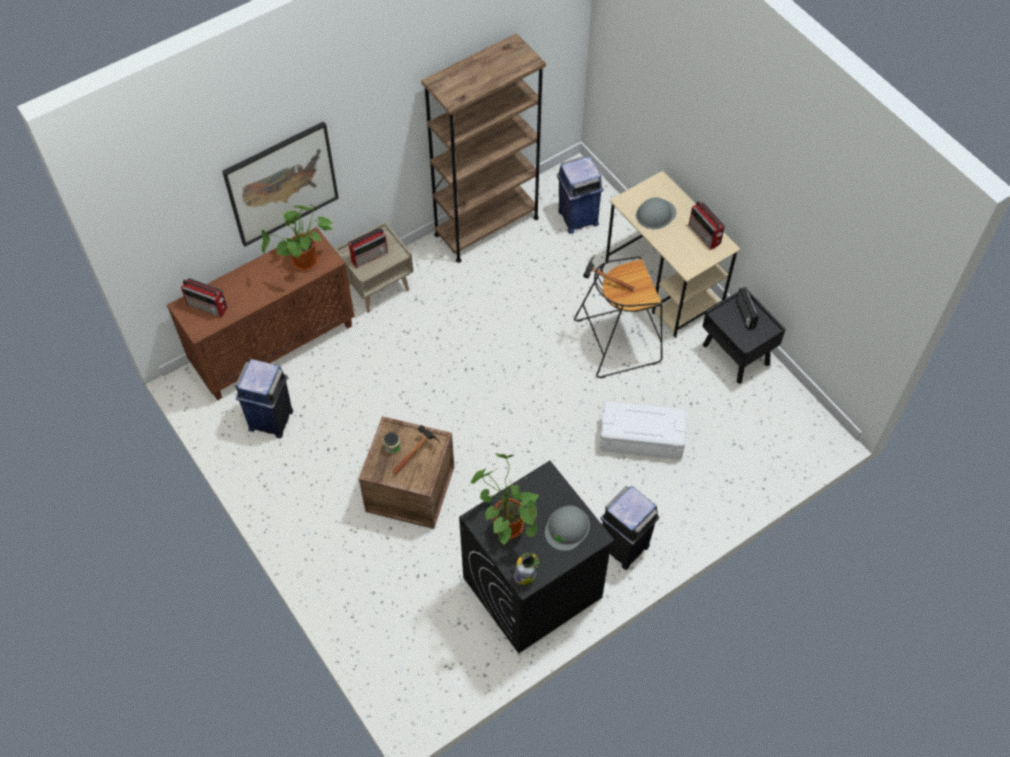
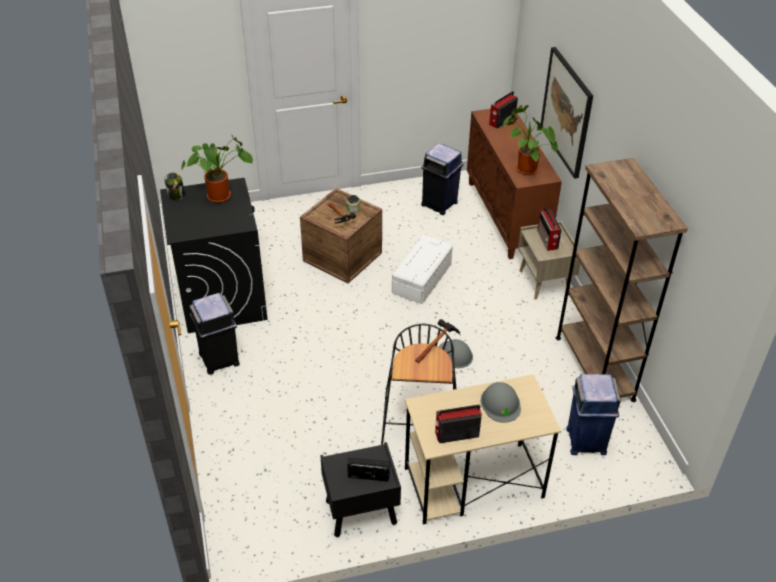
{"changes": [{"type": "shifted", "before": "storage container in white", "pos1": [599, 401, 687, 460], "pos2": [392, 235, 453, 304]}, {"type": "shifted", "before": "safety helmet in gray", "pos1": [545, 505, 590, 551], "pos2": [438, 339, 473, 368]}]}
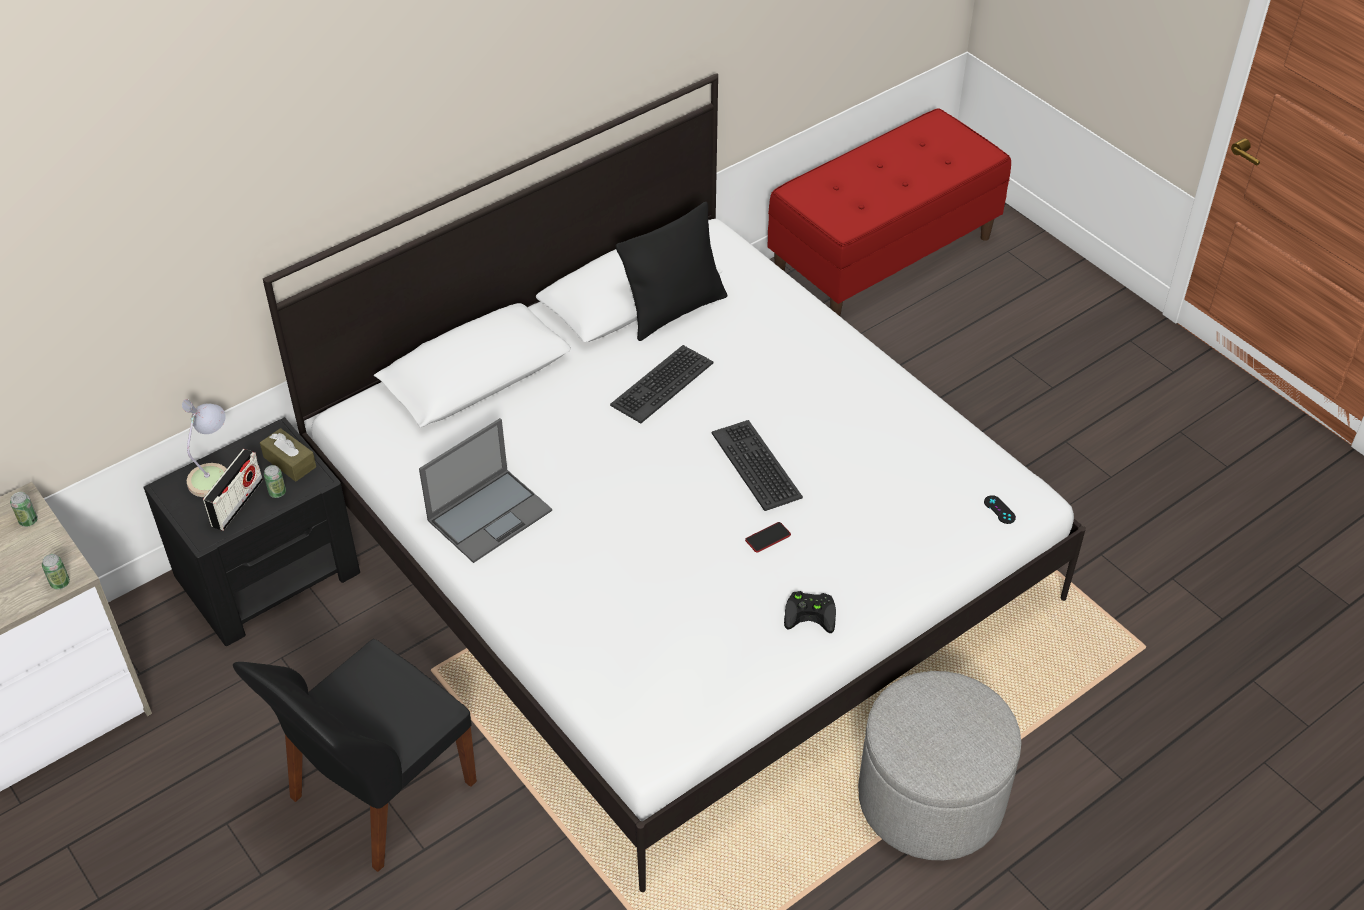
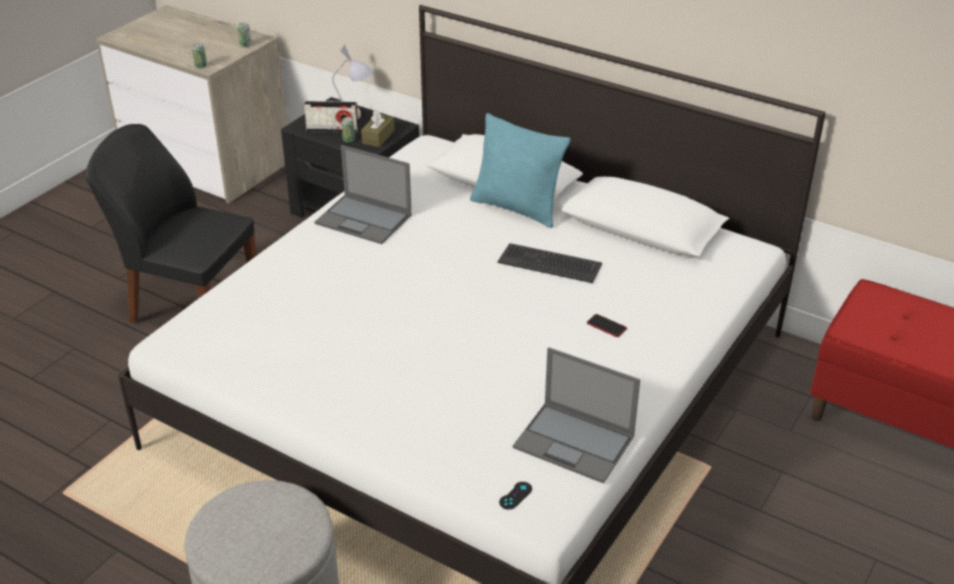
{"changes": [{"type": "gone", "before": "cushion in blackish", "pos1": [616, 202, 728, 341]}, {"type": "gone", "before": "PC keyboard", "pos1": [711, 420, 803, 511]}, {"type": "shifted", "before": "phone", "pos1": [745, 522, 791, 553], "pos2": [587, 314, 627, 337]}, {"type": "gone", "before": "joypad in blackish", "pos1": [784, 591, 836, 633]}, {"type": "new", "after": "cushion in blue-green", "pos2": [470, 113, 571, 228]}, {"type": "new", "after": "laptop", "pos2": [513, 347, 640, 484]}]}
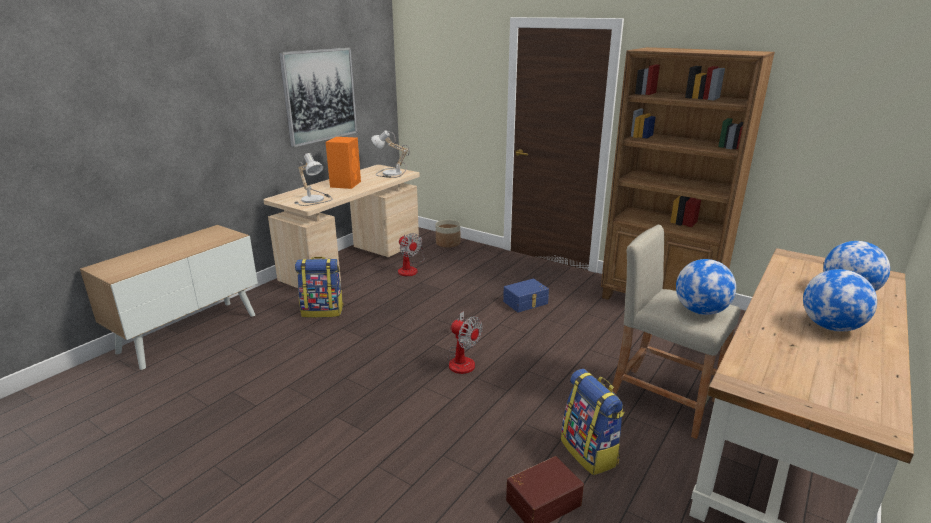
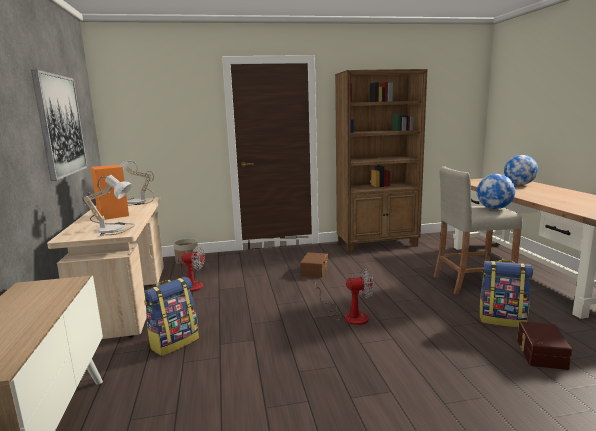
{"changes": [{"type": "gone", "before": "world globe", "pos1": [803, 269, 877, 332]}, {"type": "repainted", "before": "storage container in bluish", "after": "storage container in brown-coloured", "pos1": [503, 279, 549, 312], "pos2": [300, 253, 328, 278]}]}
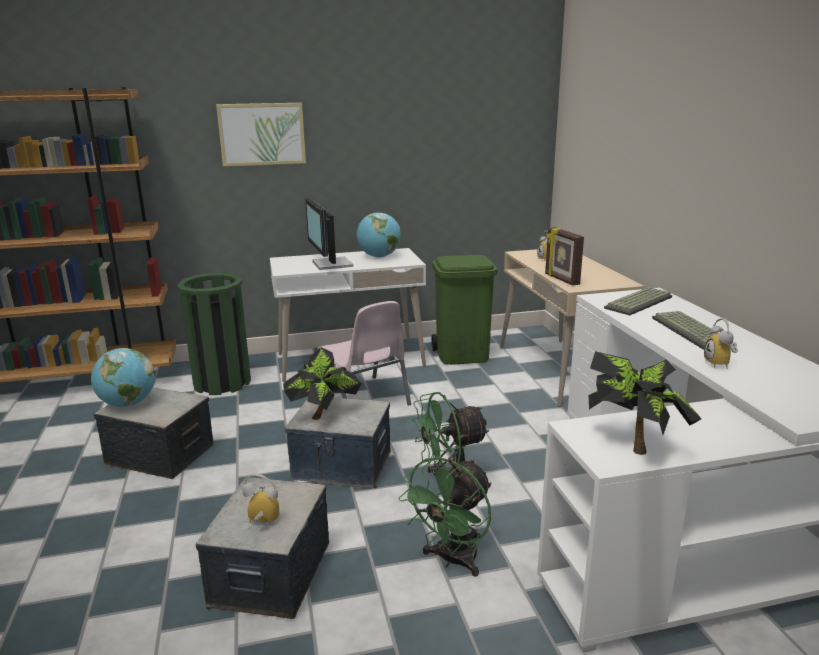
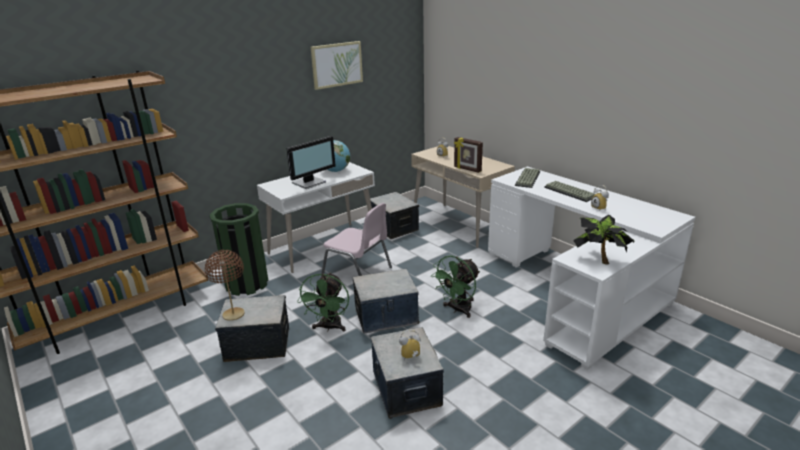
{"changes": [{"type": "shifted", "before": "picture", "pos1": [216, 103, 306, 167], "pos2": [311, 41, 363, 90]}, {"type": "rotated", "before": "computer display", "pos1": [305, 198, 353, 270], "pos2": [287, 136, 336, 189], "turn": -90}, {"type": "swapped", "before": "trash can in green", "after": "storage container", "pos1": [431, 255, 497, 365], "pos2": [370, 192, 419, 239]}, {"type": "gone", "before": "plant in a pot", "pos1": [283, 347, 361, 420]}, {"type": "swapped", "before": "world globe", "after": "table lamp in brown-coloured", "pos1": [91, 348, 155, 407], "pos2": [205, 250, 245, 321]}, {"type": "shifted", "before": "fan in green", "pos1": [399, 457, 491, 577], "pos2": [297, 272, 349, 332]}]}
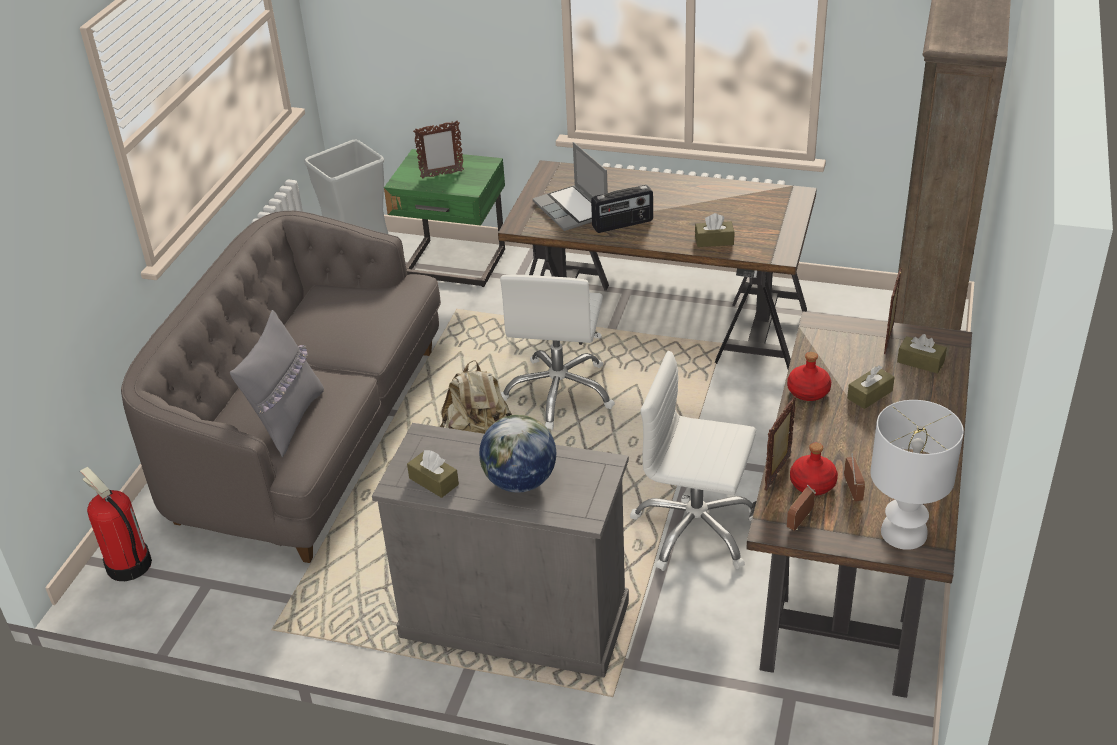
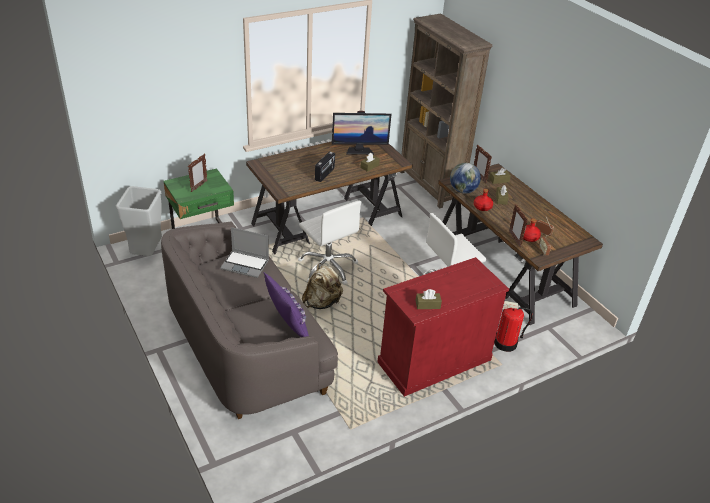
{"changes": [{"type": "shifted", "before": "laptop", "pos1": [533, 142, 608, 231], "pos2": [220, 227, 269, 278]}, {"type": "repainted", "before": "cushion in gray", "after": "cushion in purplish", "pos1": [230, 310, 324, 458], "pos2": [263, 272, 309, 337]}, {"type": "gone", "before": "table lamp in white", "pos1": [870, 400, 964, 550]}, {"type": "shifted", "before": "world globe", "pos1": [479, 415, 556, 493], "pos2": [450, 163, 481, 194]}, {"type": "repainted", "before": "cupboard in gray", "after": "cupboard in reddish", "pos1": [372, 423, 629, 678], "pos2": [377, 257, 509, 397]}, {"type": "shifted", "before": "extinguisher", "pos1": [80, 467, 152, 581], "pos2": [494, 301, 533, 352]}, {"type": "new", "after": "computer display", "pos2": [332, 111, 391, 155]}]}
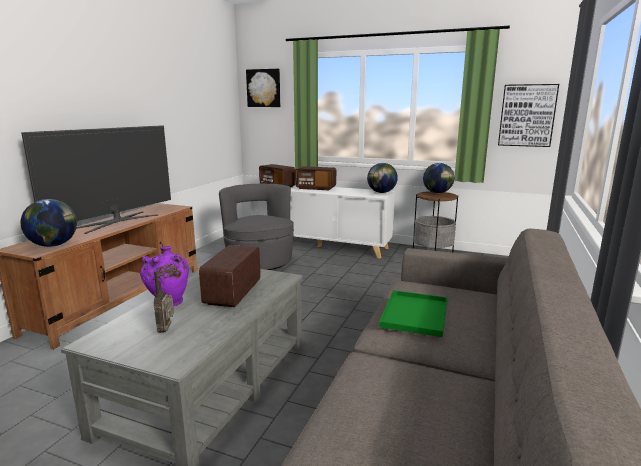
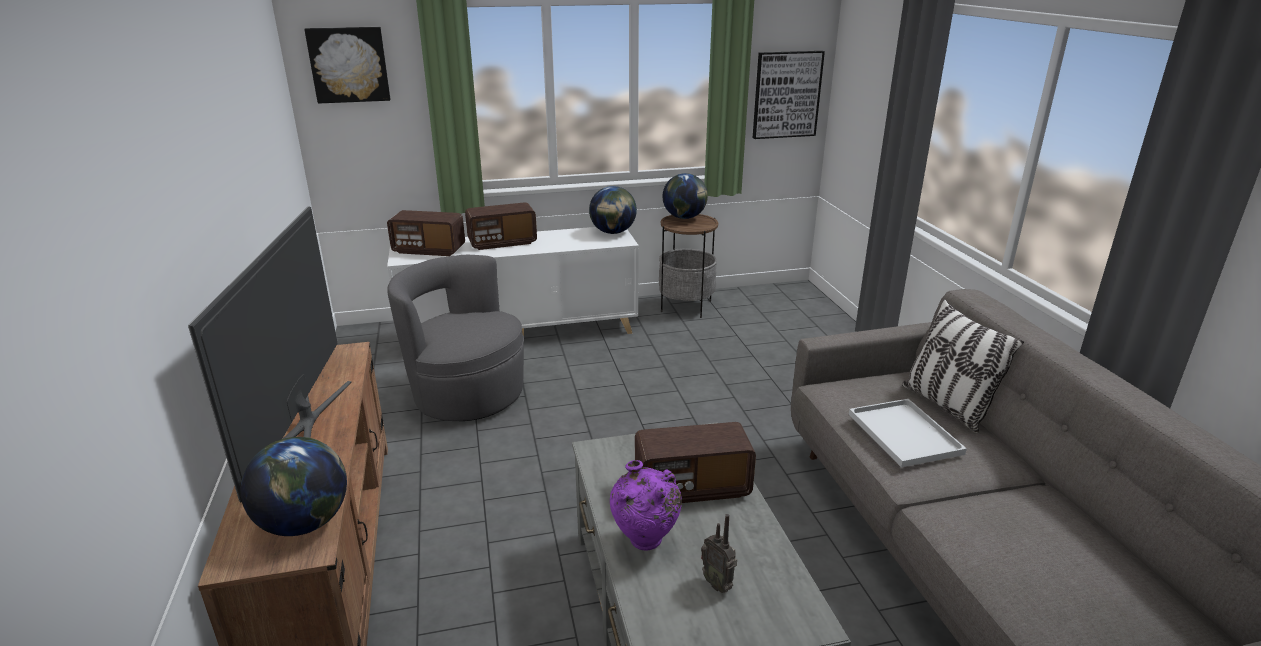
{"changes": [{"type": "rotated", "before": "radio", "pos1": [199, 245, 261, 307], "pos2": [635, 422, 756, 503], "turn": -75}, {"type": "repainted", "before": "carrying tray in green", "after": "carrying tray in white", "pos1": [379, 290, 448, 337], "pos2": [849, 399, 967, 467]}, {"type": "new", "after": "cushion", "pos2": [902, 299, 1024, 433]}]}
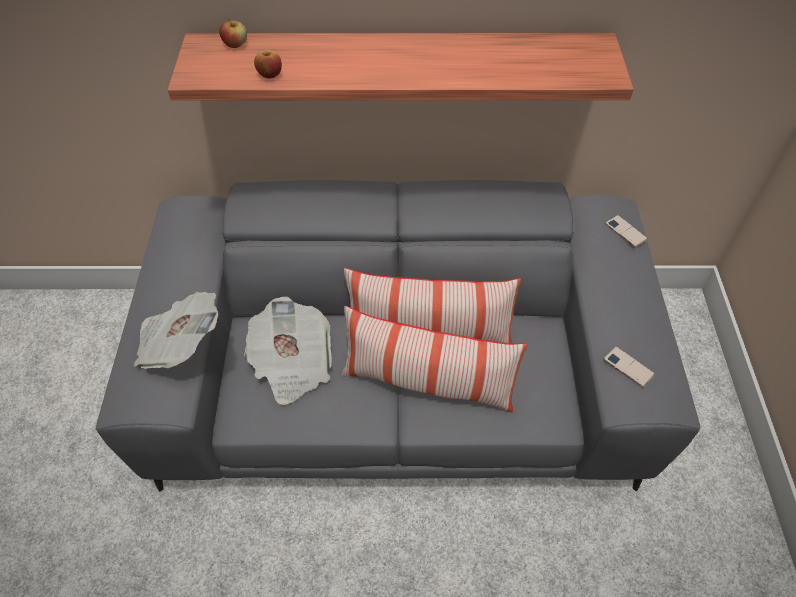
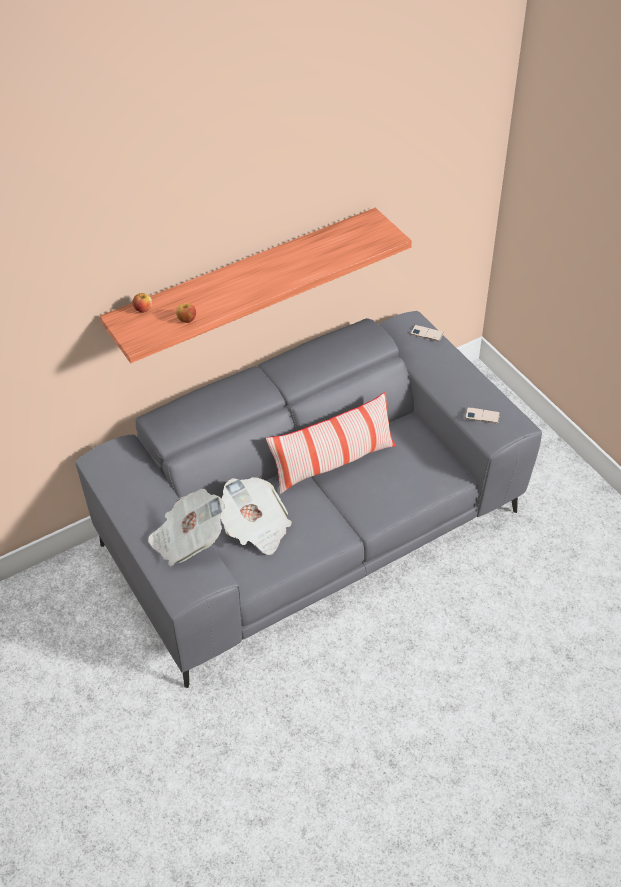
{"changes": [{"type": "gone", "before": "cushion", "pos1": [342, 306, 528, 413]}]}
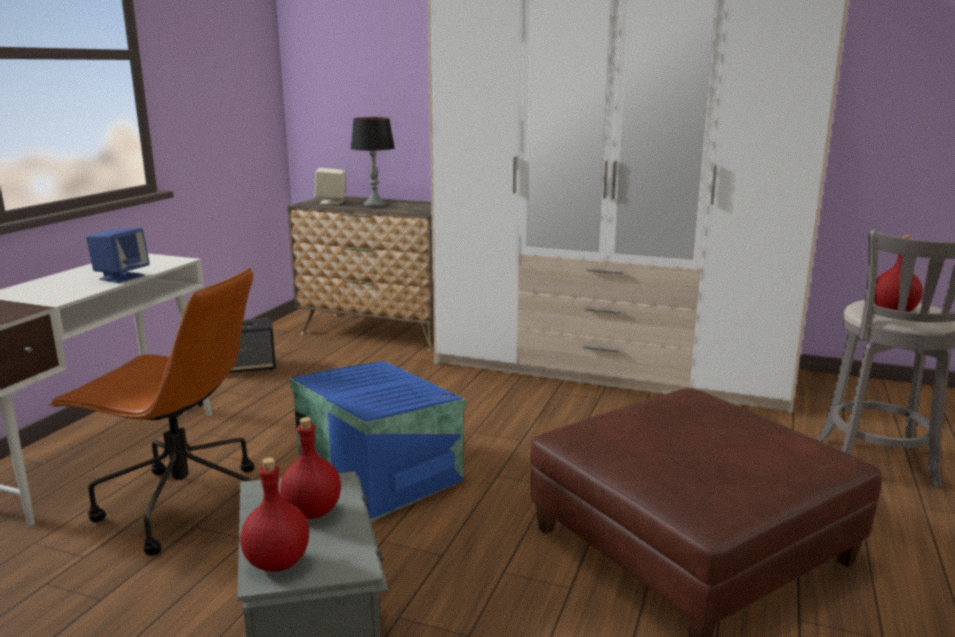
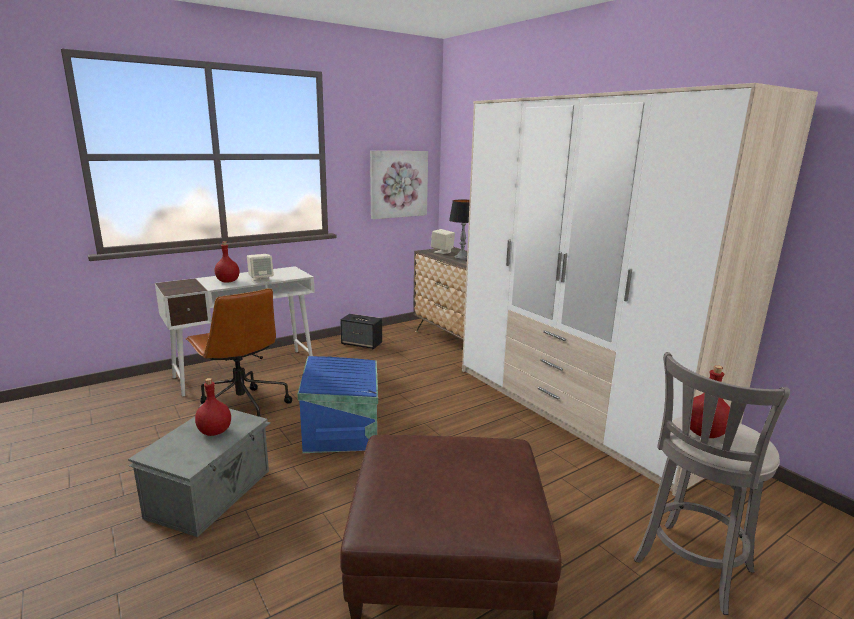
{"changes": [{"type": "repainted", "before": "speaker in bluish", "after": "speaker in beige-coloured", "pos1": [86, 228, 150, 283], "pos2": [247, 254, 274, 283]}, {"type": "shifted", "before": "bottle in reddish", "pos1": [241, 458, 309, 571], "pos2": [214, 241, 239, 283]}, {"type": "new", "after": "picture", "pos2": [370, 151, 428, 219]}]}
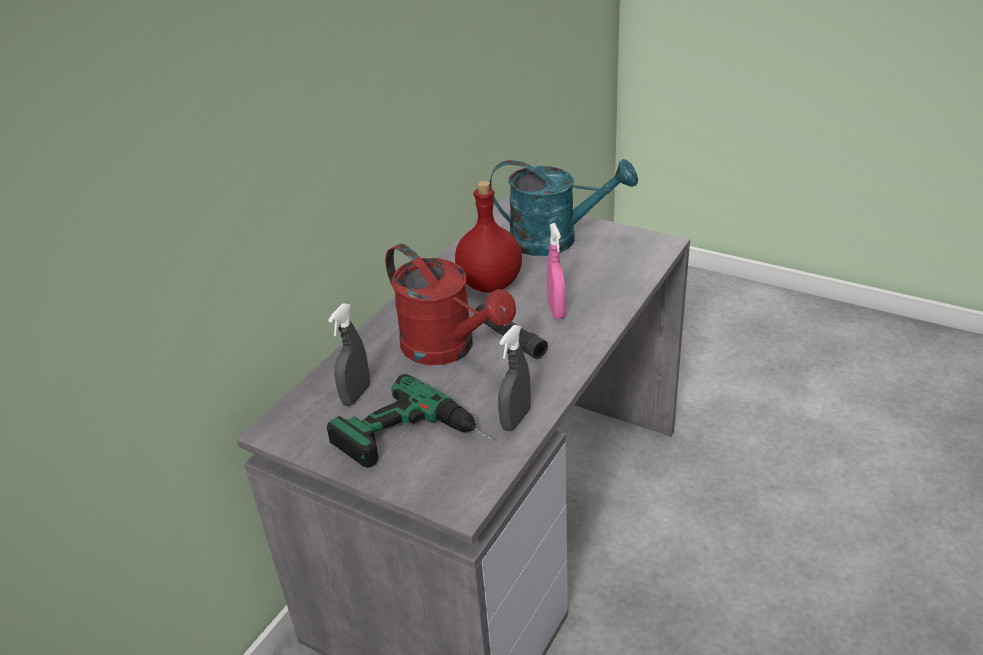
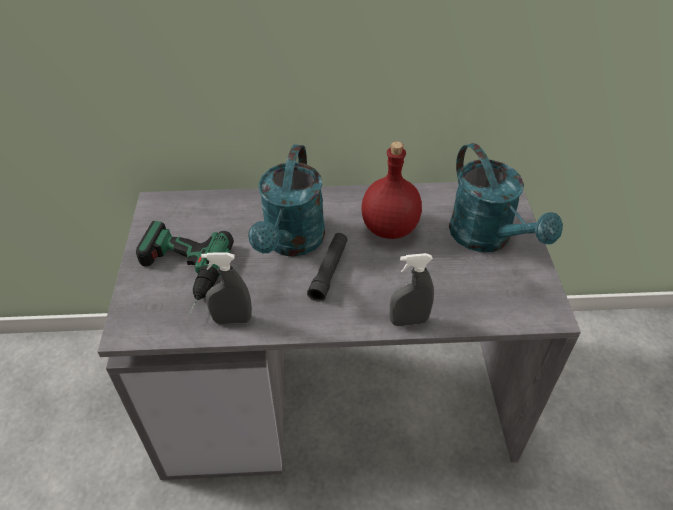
{"changes": [{"type": "gone", "before": "spray bottle in pink-coloured", "pos1": [547, 223, 566, 319]}, {"type": "repainted", "before": "watering pot in reddish", "after": "watering pot in blue-green", "pos1": [386, 244, 516, 365], "pos2": [248, 144, 325, 256]}, {"type": "shifted", "before": "spray bottle in gray", "pos1": [328, 303, 370, 406], "pos2": [390, 253, 434, 326]}]}
